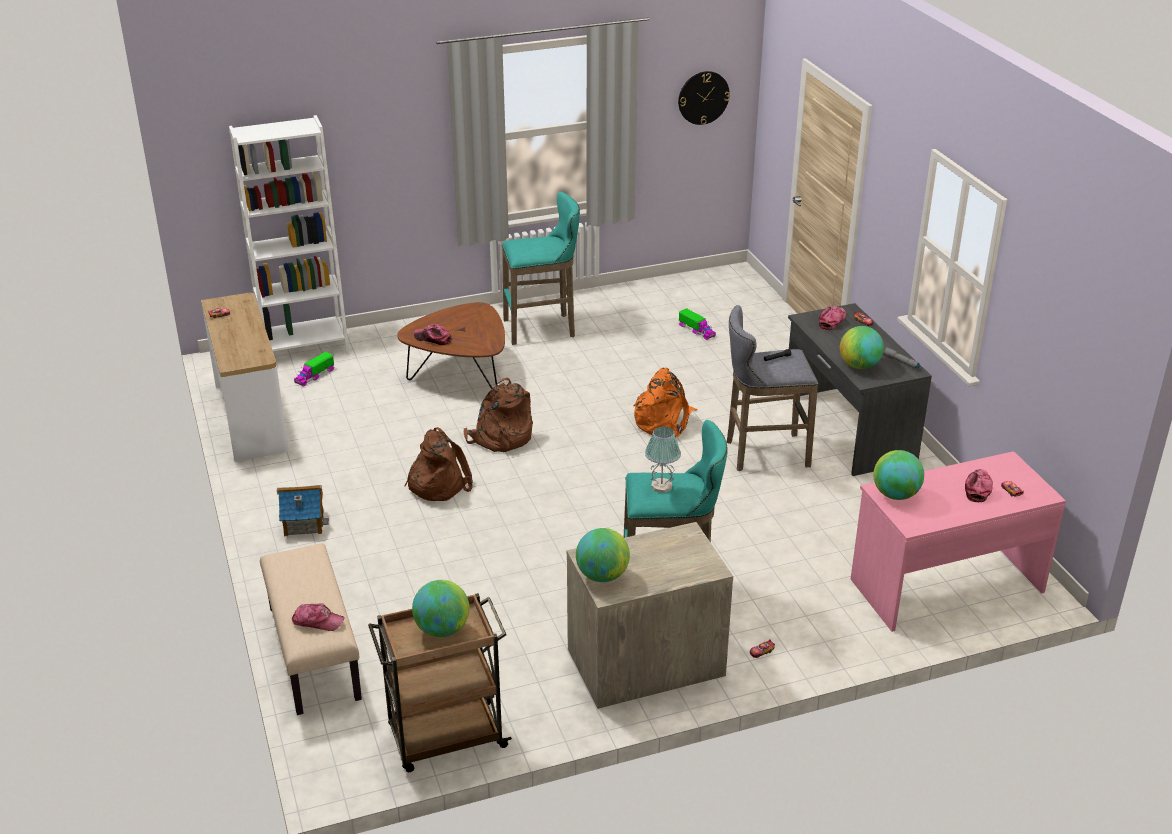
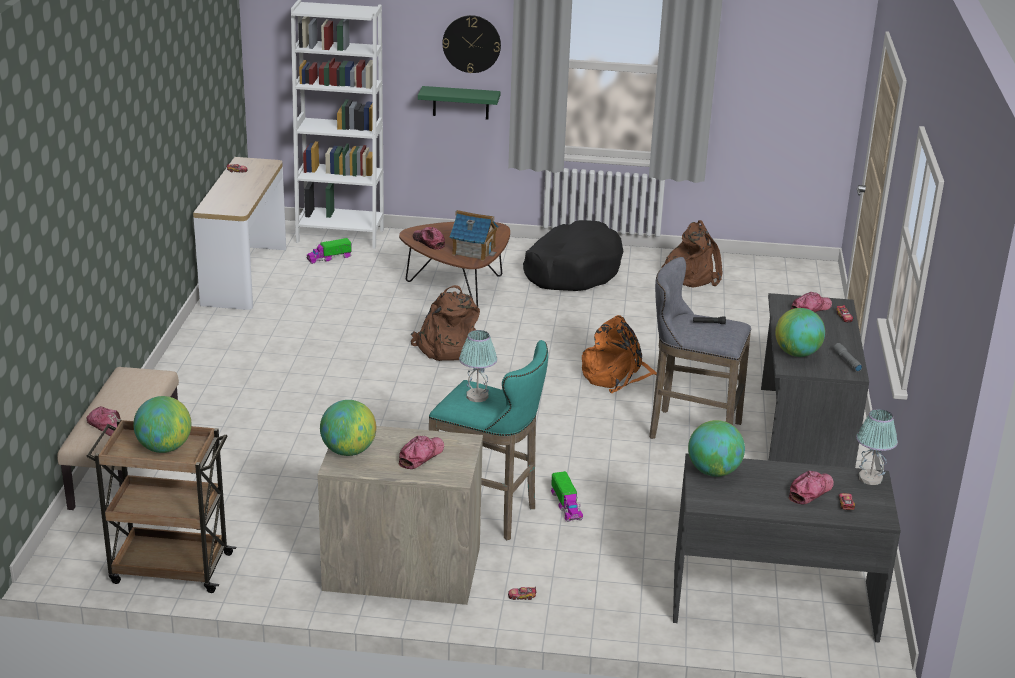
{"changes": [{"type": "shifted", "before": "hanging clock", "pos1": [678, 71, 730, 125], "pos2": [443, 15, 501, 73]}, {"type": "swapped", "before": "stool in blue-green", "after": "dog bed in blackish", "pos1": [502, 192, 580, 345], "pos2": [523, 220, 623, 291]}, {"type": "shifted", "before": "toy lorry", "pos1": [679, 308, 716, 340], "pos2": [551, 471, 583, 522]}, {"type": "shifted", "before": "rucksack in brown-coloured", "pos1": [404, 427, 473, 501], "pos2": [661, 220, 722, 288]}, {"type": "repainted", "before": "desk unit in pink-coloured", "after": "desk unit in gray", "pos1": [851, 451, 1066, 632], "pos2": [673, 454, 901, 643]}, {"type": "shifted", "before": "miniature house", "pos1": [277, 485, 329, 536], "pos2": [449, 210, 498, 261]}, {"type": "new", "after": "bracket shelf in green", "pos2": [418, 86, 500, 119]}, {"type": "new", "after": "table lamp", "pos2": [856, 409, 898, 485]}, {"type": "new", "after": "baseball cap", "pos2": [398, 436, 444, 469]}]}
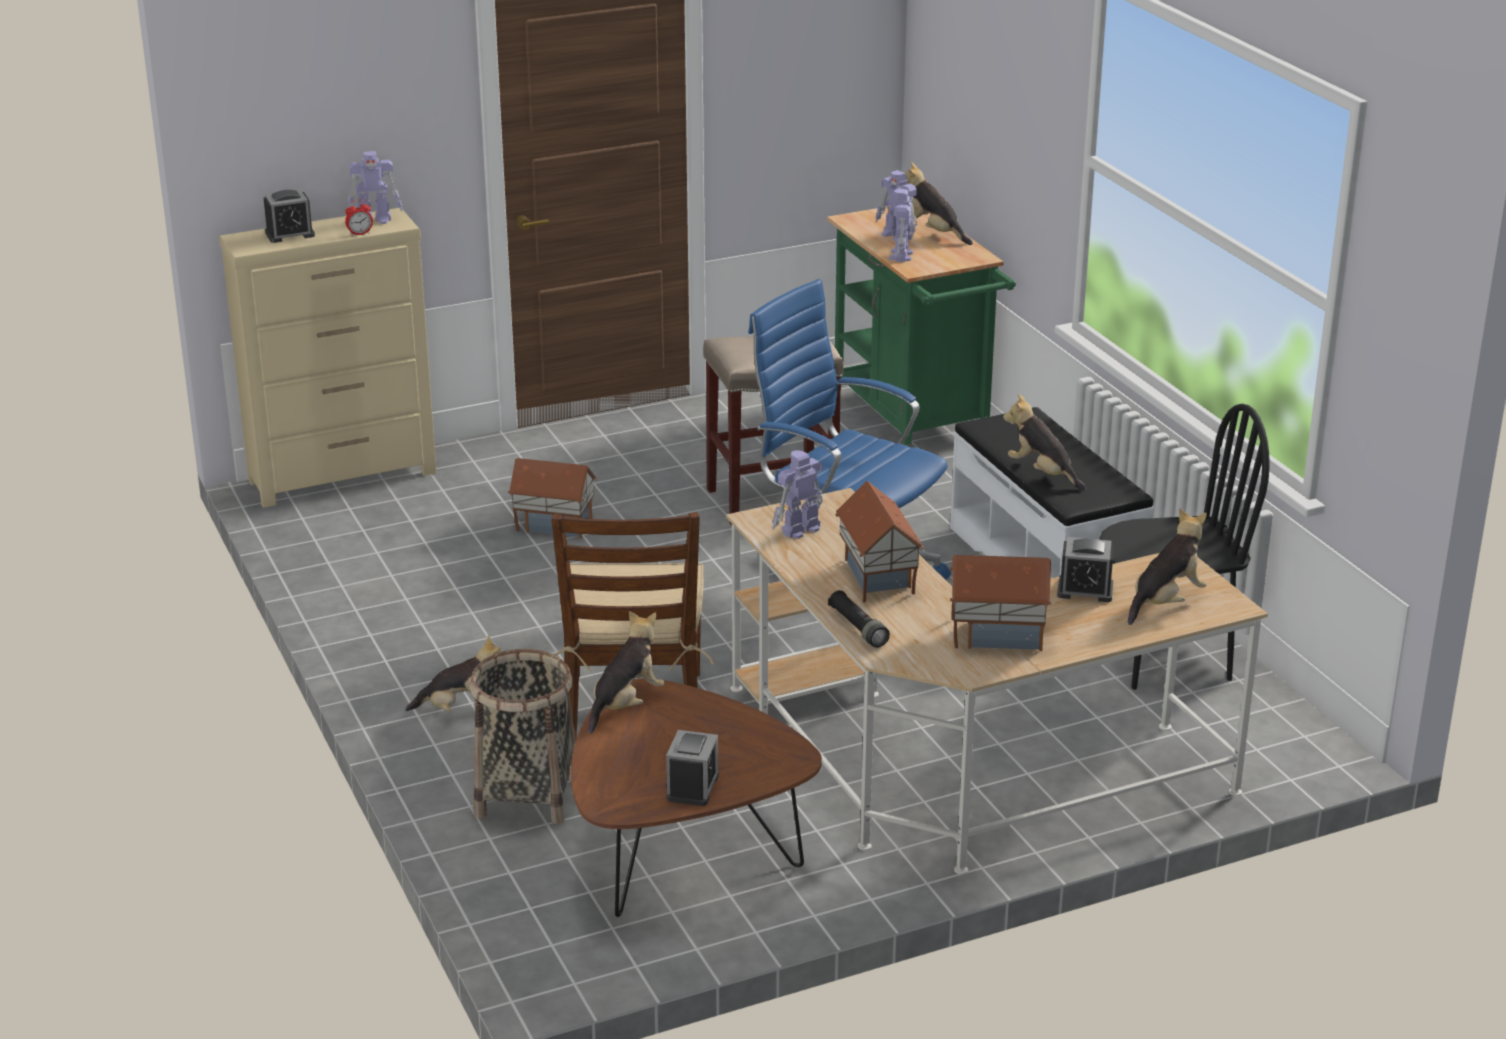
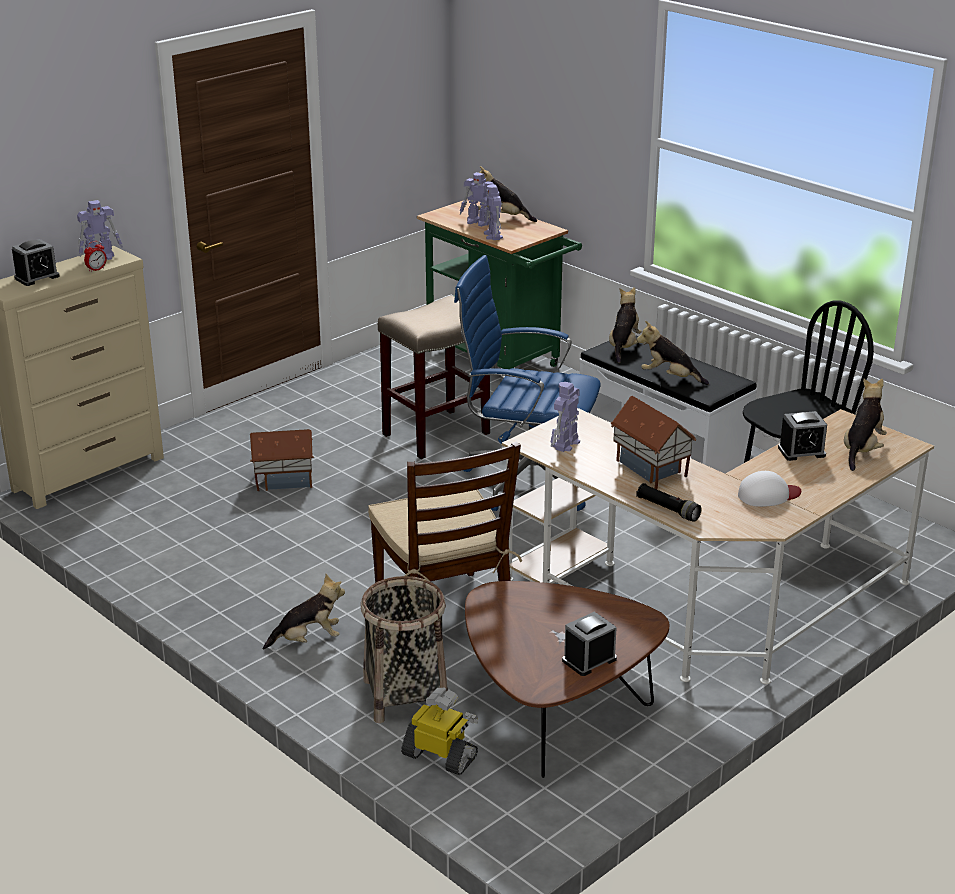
{"changes": [{"type": "swapped", "before": "miniature house", "after": "baseball cap in white", "pos1": [950, 555, 1051, 651], "pos2": [738, 471, 801, 507]}, {"type": "shifted", "before": "plush toy", "pos1": [588, 611, 664, 734], "pos2": [609, 287, 642, 363]}, {"type": "rotated", "before": "table clock", "pos1": [666, 730, 719, 806], "pos2": [562, 612, 617, 676], "turn": -120}, {"type": "new", "after": "toy robot", "pos2": [401, 688, 478, 775]}]}
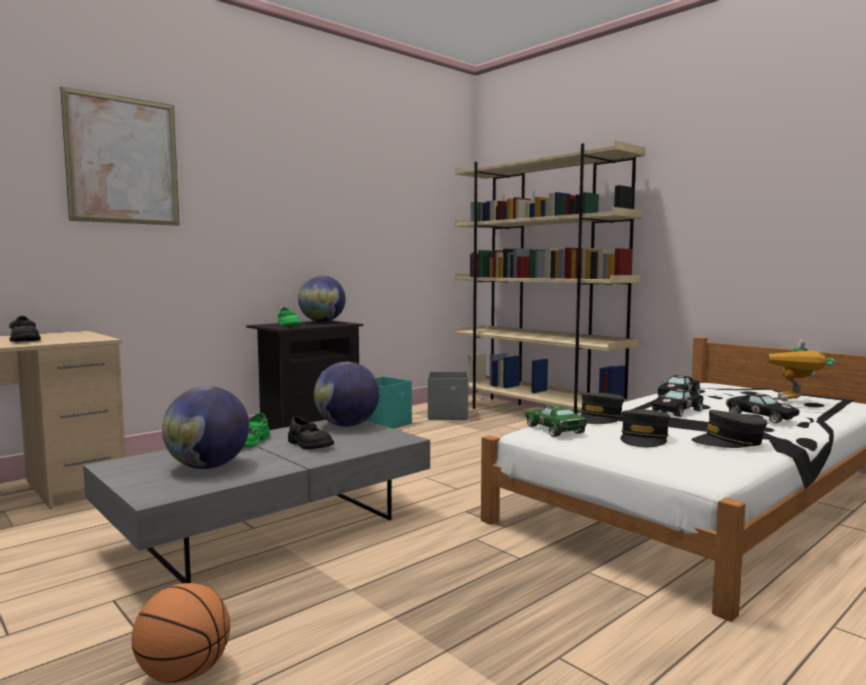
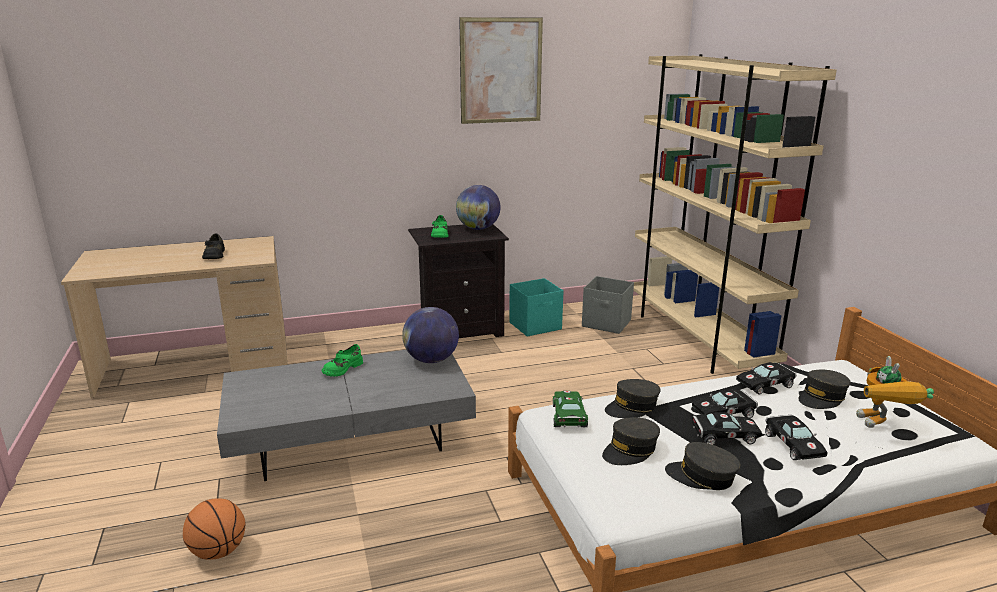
{"changes": [{"type": "shifted", "before": "picture", "pos1": [60, 86, 180, 226], "pos2": [459, 17, 543, 124]}, {"type": "rotated", "before": "toy robot", "pos1": [768, 339, 835, 401], "pos2": [856, 356, 934, 428], "turn": -45}, {"type": "gone", "before": "world globe", "pos1": [162, 386, 249, 469]}, {"type": "gone", "before": "item of footwear in blackish", "pos1": [288, 416, 334, 449]}, {"type": "new", "after": "baseball cap in gray", "pos2": [799, 370, 850, 409]}, {"type": "new", "after": "miniature car in blackish", "pos2": [692, 412, 762, 445]}]}
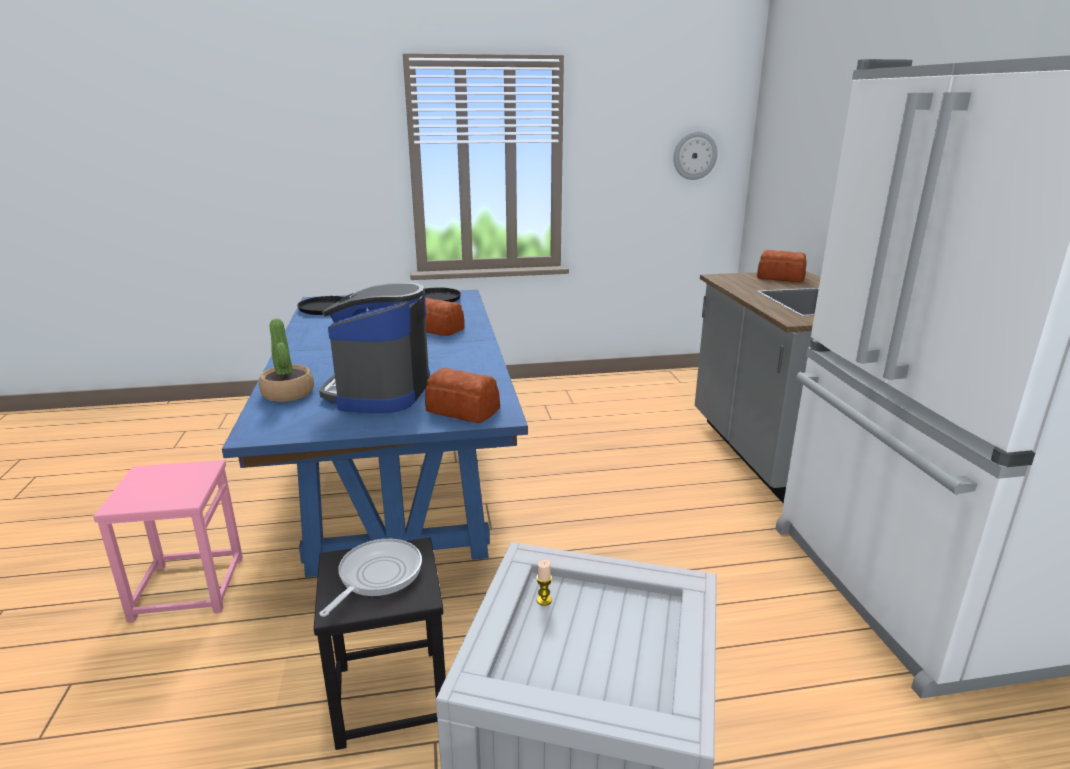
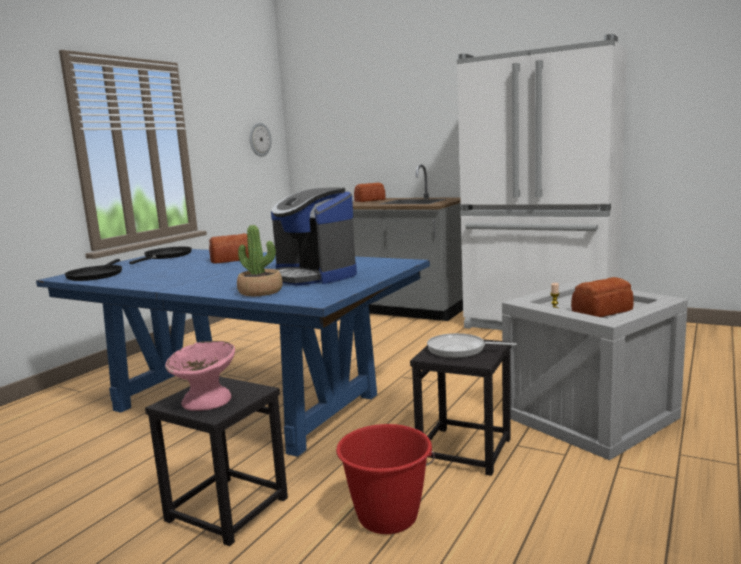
{"changes": [{"type": "shifted", "before": "baked bread", "pos1": [425, 368, 500, 423], "pos2": [571, 277, 634, 317]}, {"type": "repainted", "before": "stool in pink-coloured", "after": "stool in blackish", "pos1": [93, 460, 243, 622], "pos2": [145, 376, 288, 546]}, {"type": "rotated", "before": "skillet", "pos1": [319, 539, 422, 617], "pos2": [427, 333, 517, 358], "turn": -45}, {"type": "new", "after": "deep dish in pink-coloured", "pos2": [165, 341, 235, 411]}, {"type": "new", "after": "water bucket in reddish", "pos2": [336, 424, 435, 534]}]}
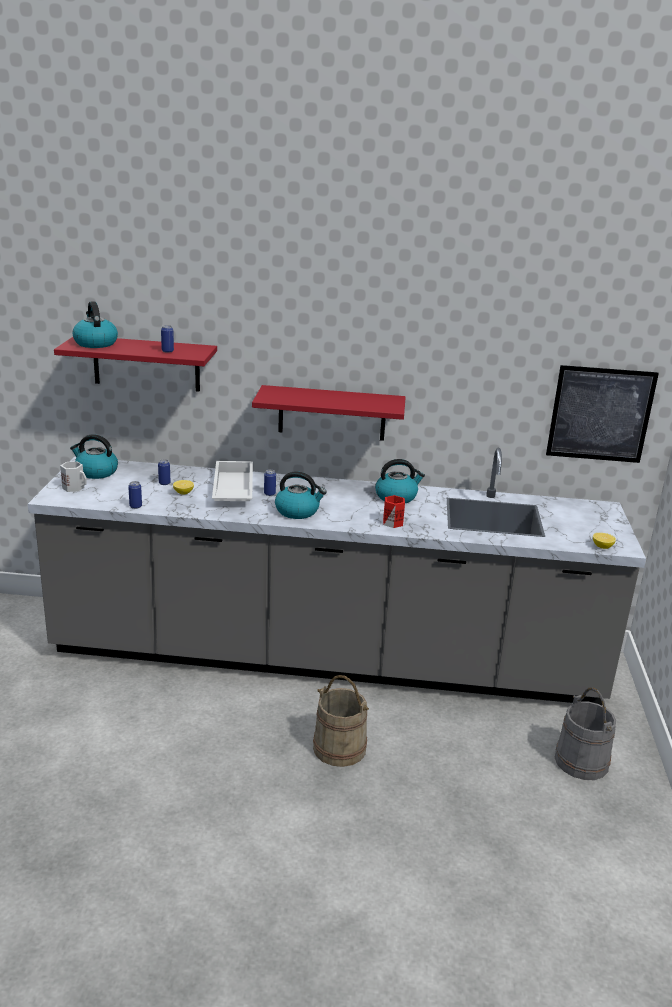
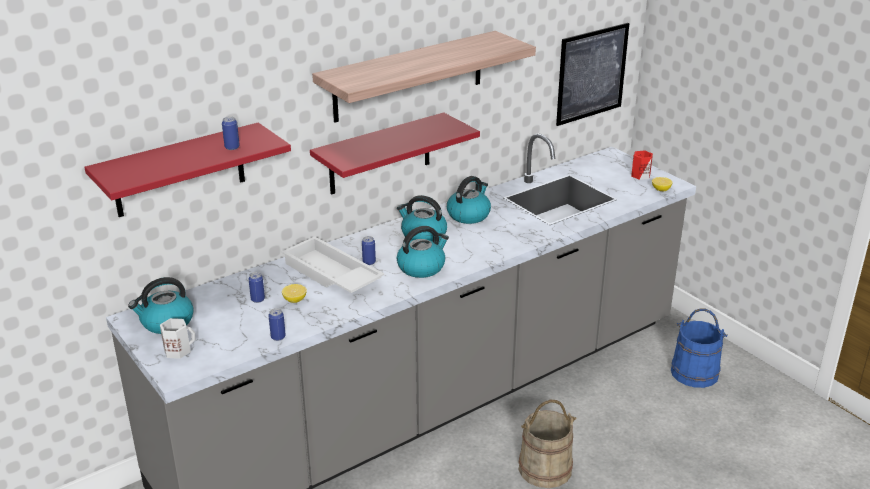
{"changes": [{"type": "shifted", "before": "water kettle", "pos1": [73, 301, 118, 348], "pos2": [397, 195, 447, 241]}, {"type": "shifted", "before": "coffee mug in reddish", "pos1": [383, 495, 405, 528], "pos2": [631, 150, 653, 180]}, {"type": "repainted", "before": "water bucket in gray", "after": "water bucket in bluish", "pos1": [555, 687, 616, 780], "pos2": [671, 308, 728, 388]}, {"type": "new", "after": "bracket shelf", "pos2": [312, 31, 536, 123]}]}
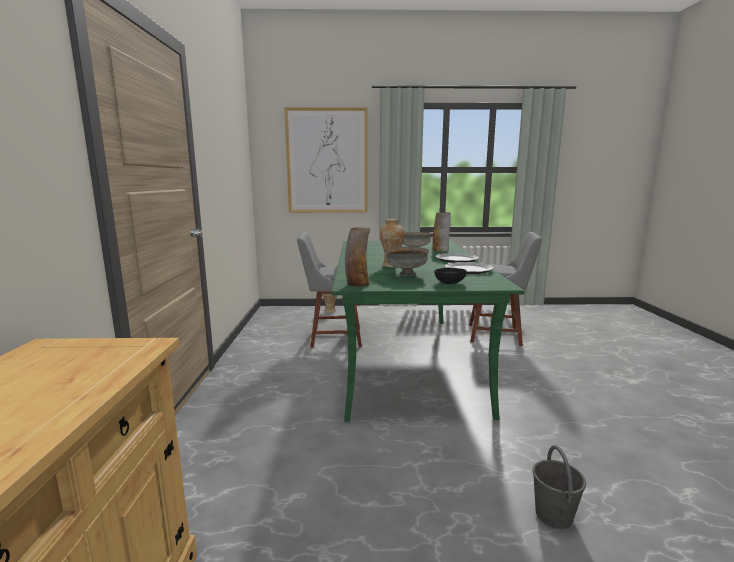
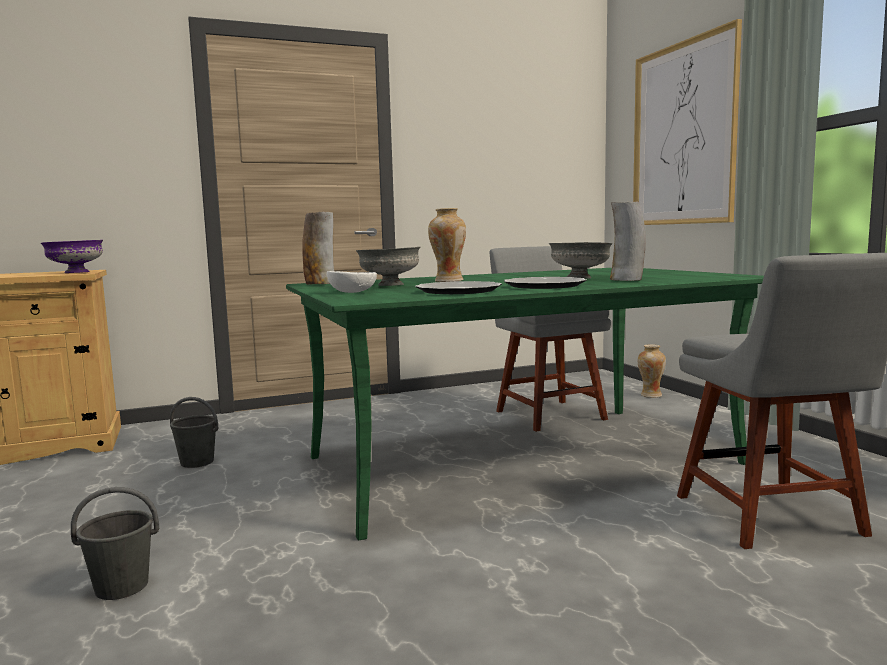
{"changes": [{"type": "repainted", "before": "deep dish in blackish", "after": "deep dish in white", "pos1": [434, 268, 467, 284], "pos2": [327, 271, 377, 293]}, {"type": "new", "after": "deep dish in purplish", "pos2": [40, 240, 103, 273]}, {"type": "new", "after": "water bucket in gray", "pos2": [170, 397, 218, 468]}]}
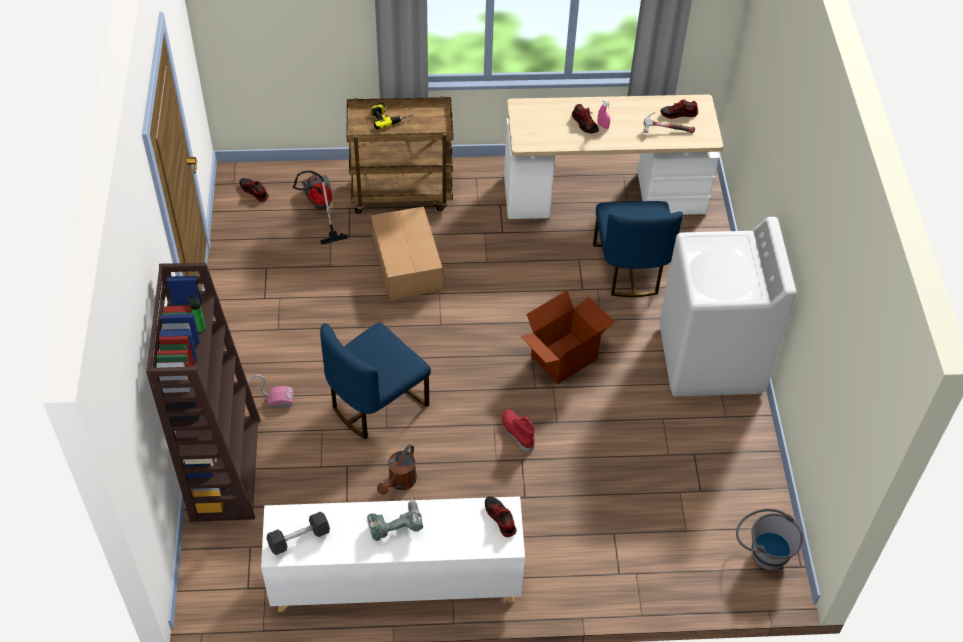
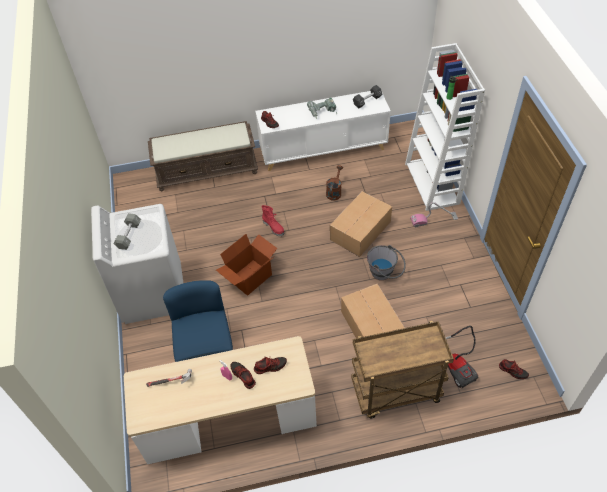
{"changes": [{"type": "shifted", "before": "item of footwear", "pos1": [661, 99, 698, 119], "pos2": [254, 357, 287, 374]}, {"type": "gone", "before": "drill", "pos1": [371, 102, 414, 130]}, {"type": "repainted", "before": "bookcase in brown-coloured", "after": "bookcase in white", "pos1": [146, 262, 260, 522], "pos2": [405, 43, 485, 211]}, {"type": "swapped", "before": "plain chair in bluish", "after": "cardboard box", "pos1": [320, 323, 431, 440], "pos2": [330, 191, 392, 257]}, {"type": "shifted", "before": "water bucket in gray", "pos1": [736, 509, 803, 570], "pos2": [367, 245, 406, 280]}, {"type": "new", "after": "indoor bench in brown-coloured", "pos2": [148, 121, 258, 191]}, {"type": "new", "after": "free weight in gray", "pos2": [113, 213, 141, 250]}]}
